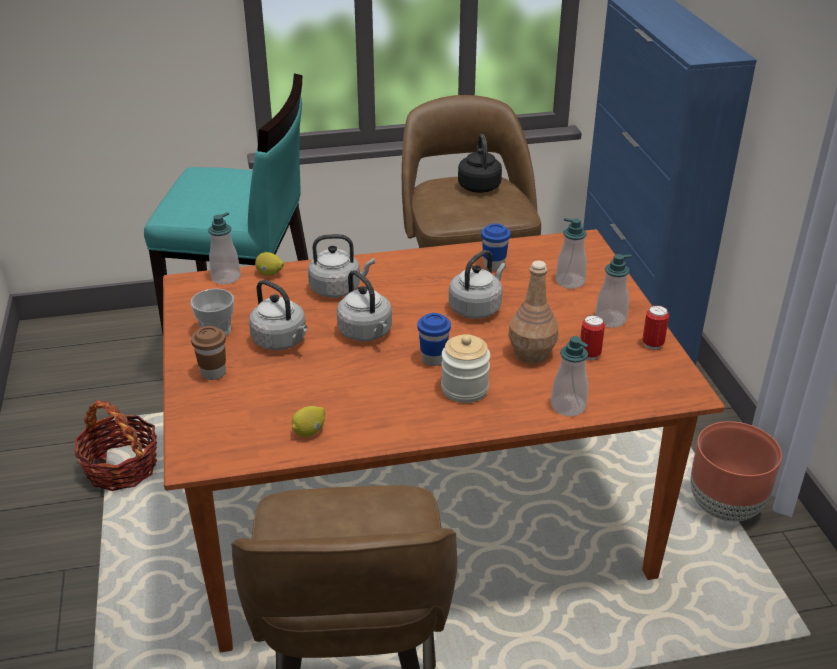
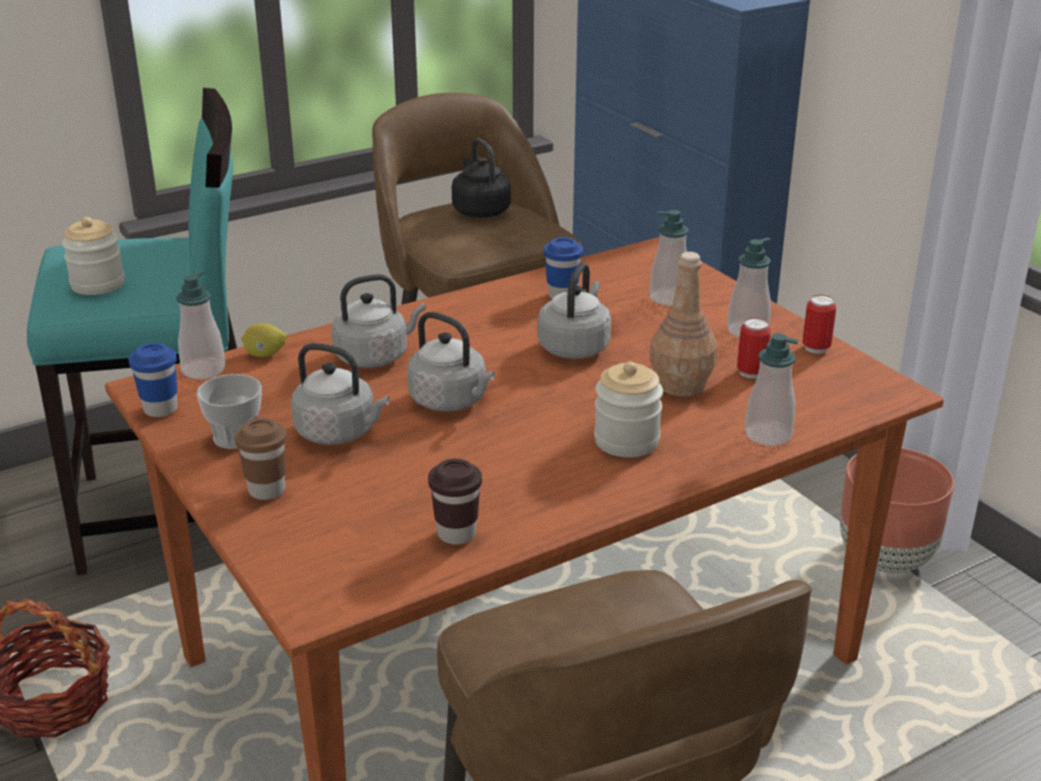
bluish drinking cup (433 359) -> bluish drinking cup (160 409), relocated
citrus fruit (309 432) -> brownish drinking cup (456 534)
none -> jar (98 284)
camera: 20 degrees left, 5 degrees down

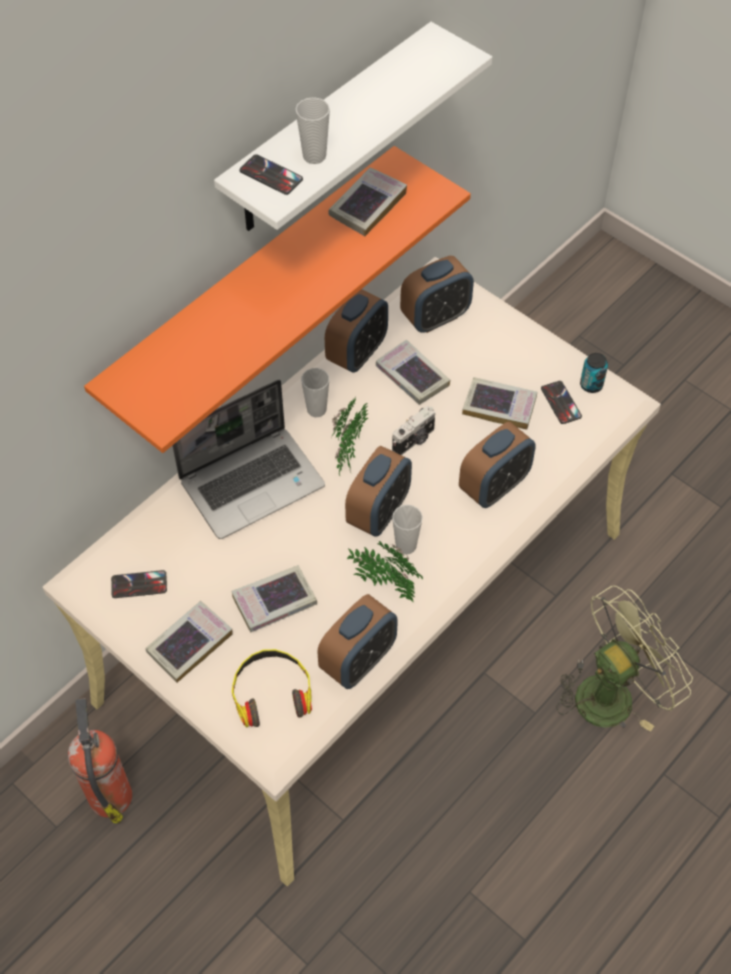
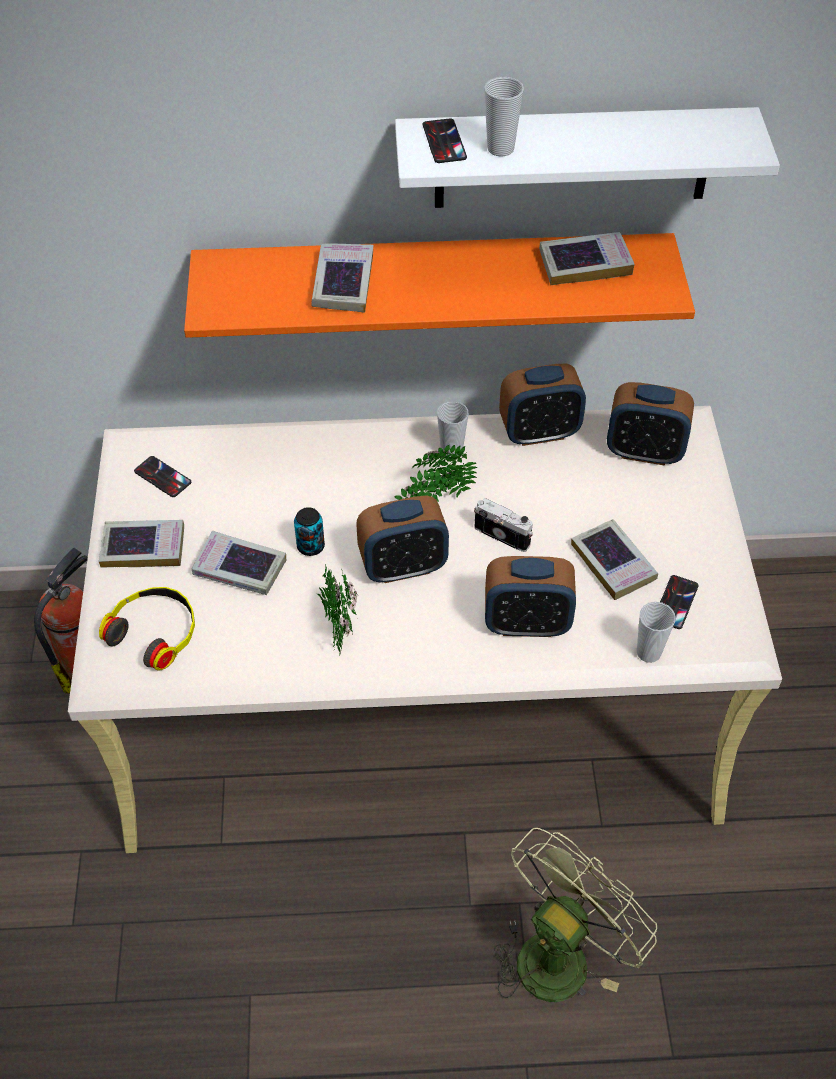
bound book (412 376) -> bound book (343 283), relocated
can (591 385) -> can (310 546), relocated
notebook computer (253 482) -> none
photo camera (414 440) -> photo camera (503 534), 150 degrees counterclockwise
drinking cup (406 546) -> drinking cup (648 652), relocated
green-coloured fan (613 692) -> green-coloured fan (560 952), 60 degrees counterclockwise
bedside clock (358 660) -> none
camera: 45 degrees right, 5 degrees down

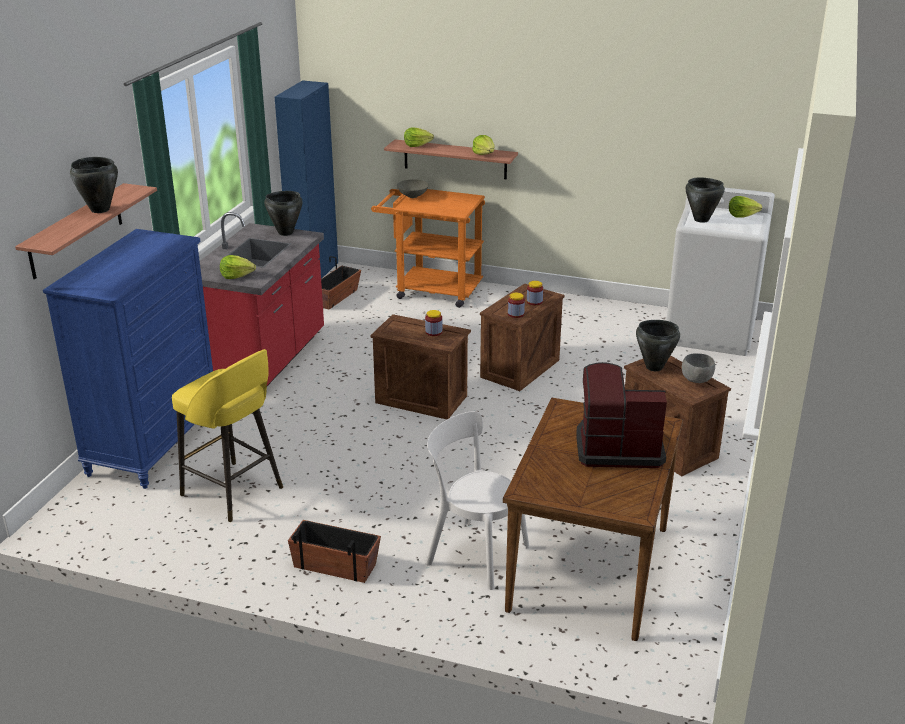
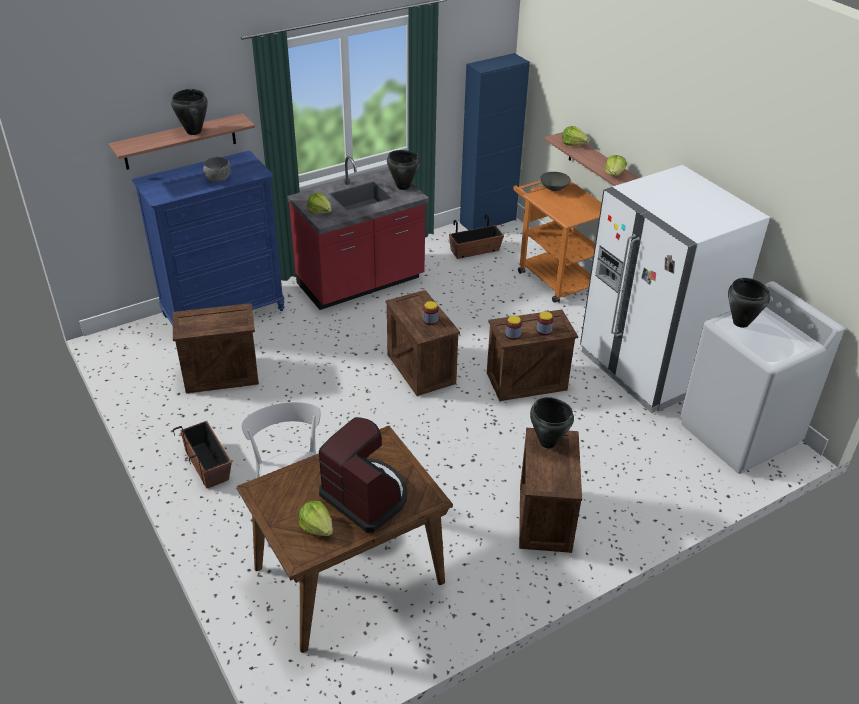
lettuce (742 215) -> lettuce (317 527), relocated
yellow sitting stool (234 493) -> crate (221 375)
grey deep dish (697 379) -> grey deep dish (219 179), relocated
none -> whitish kitchen fridge (649 367)
camera: 40 degrees right, 10 degrees up

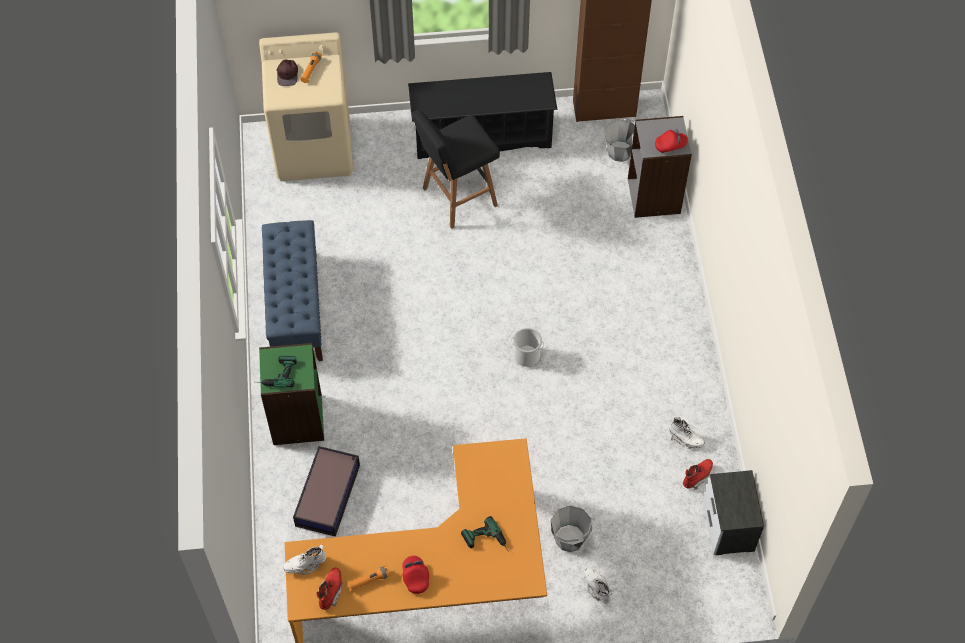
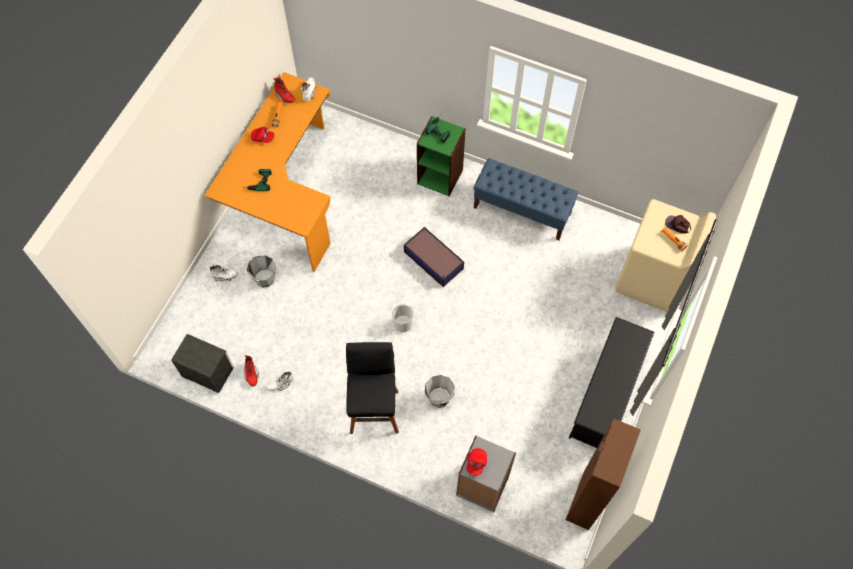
black sitting stool (457 198) -> black sitting stool (374 409), relocated
grey water bucket (620 151) -> grey water bucket (439 398), relocated
storage bin (328 494) -> storage bin (434 261), relocated
camera: 120 degrees right, 5 degrees up

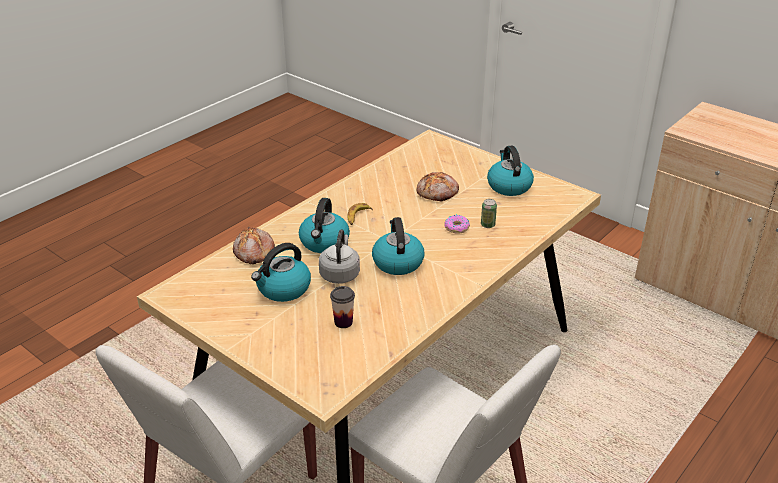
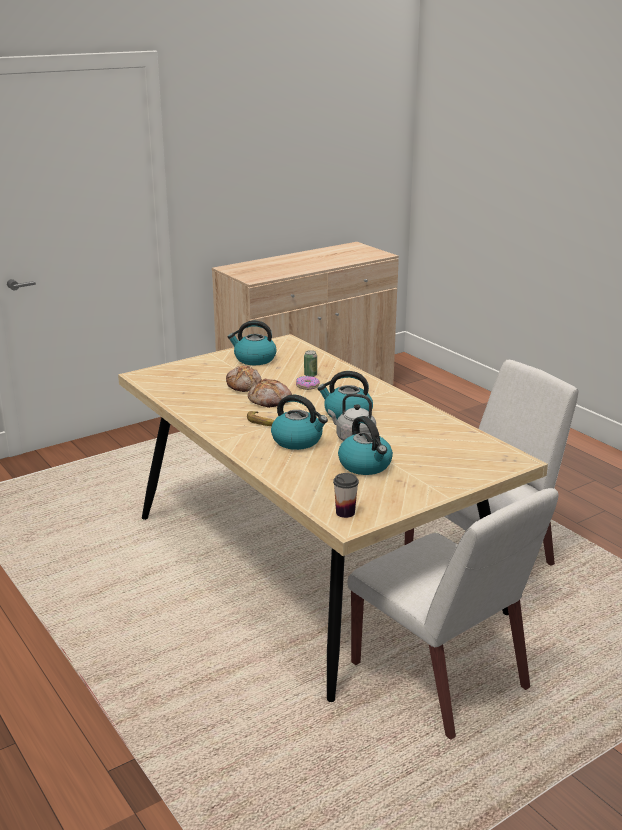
bread (253 252) -> bread (270 401), relocated
drinking cup (343 322) -> drinking cup (345 512), relocated
camera: 75 degrees left, 10 degrees down

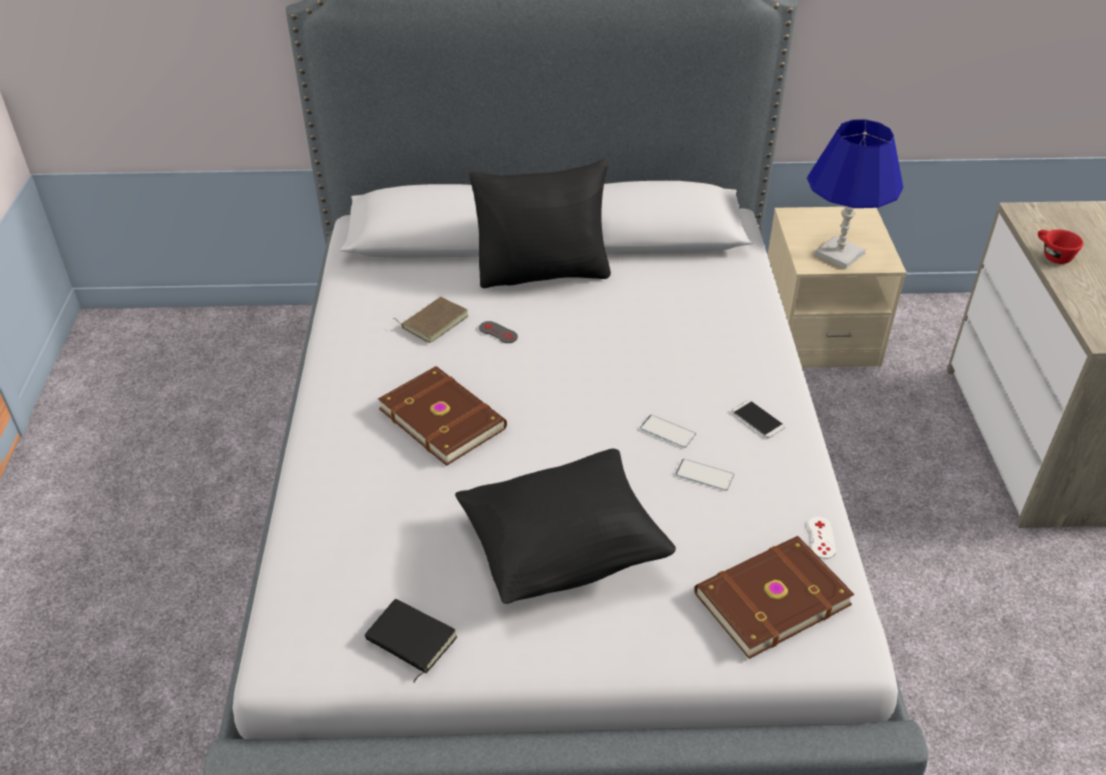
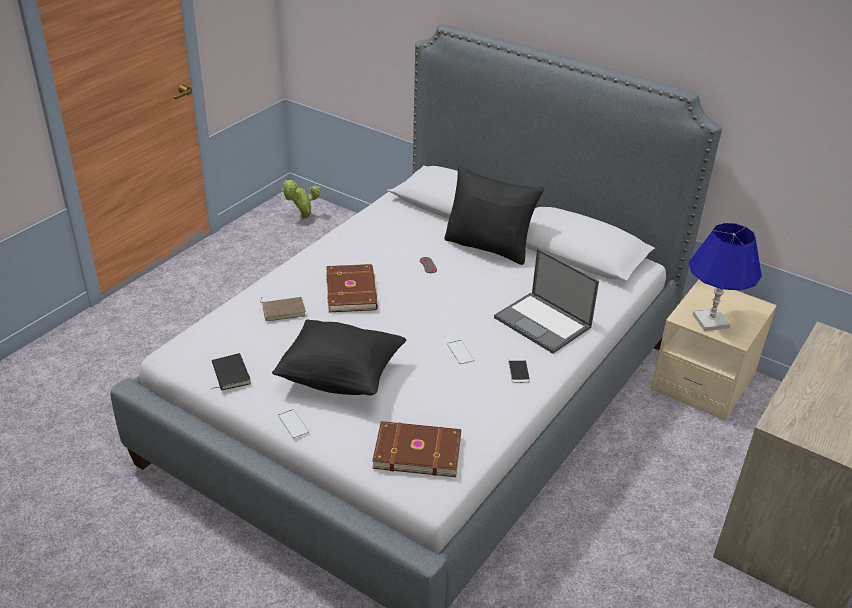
red drinking cup (1052 255) -> none
brownish bound book (434 321) -> brownish bound book (283 310), relocated
phone (704 475) -> phone (293 424), relocated
whitish gamepad (821 538) -> none
none -> houseplant (302 218)
none -> notebook computer (543 323)
camera: 35 degrees right, 5 degrees down

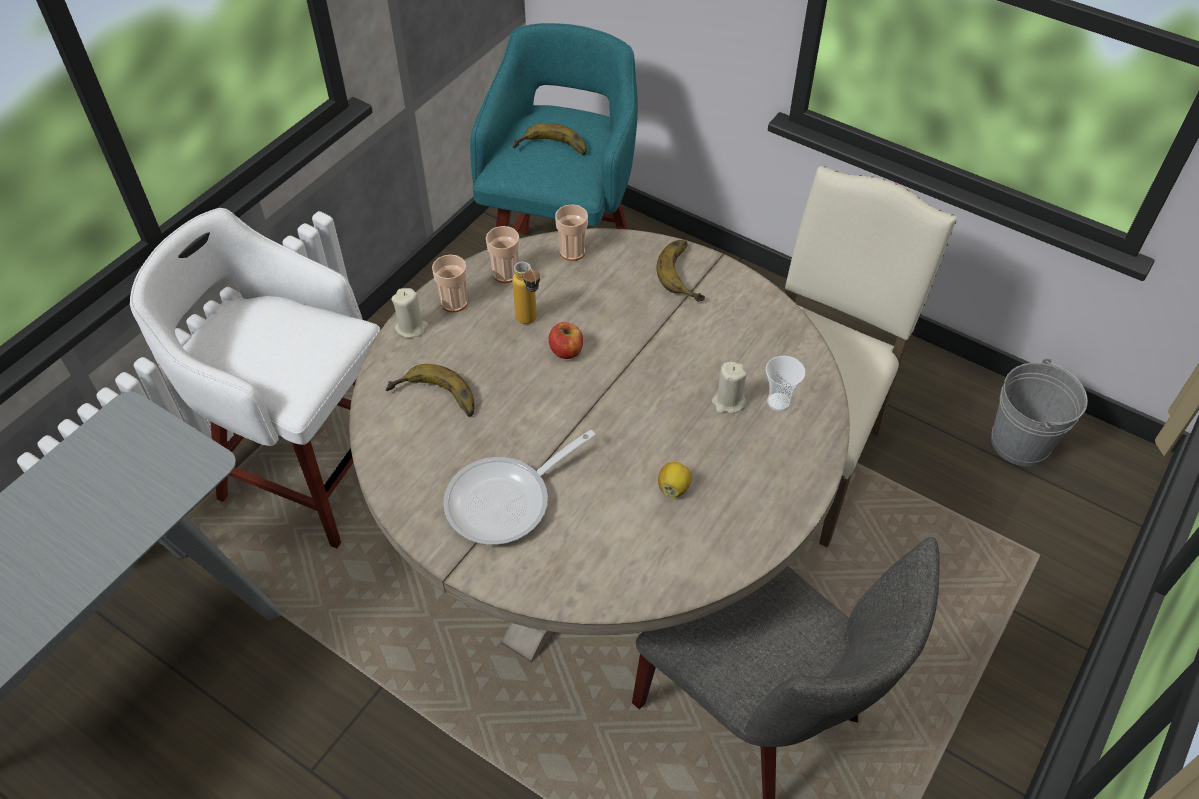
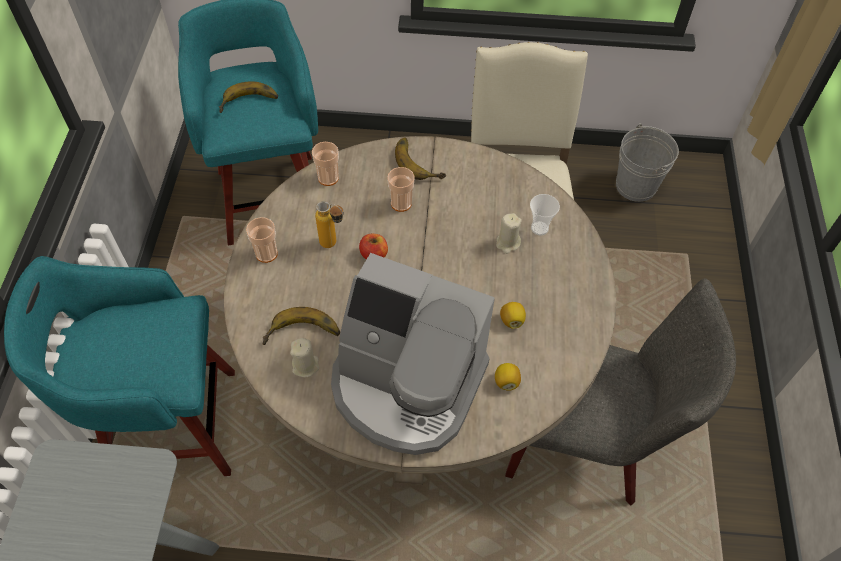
whitish sitting stool (309 468) -> blue-green sitting stool (168 425)
drinking cup (505 273) -> drinking cup (401 203), relocated
beige candle (411 327) -> beige candle (305 366), relocated
frying pan (506 501) -> coffee brewer (406 385)
none -> citrus fruit (506 382)
camera: 30 degrees left, 5 degrees up

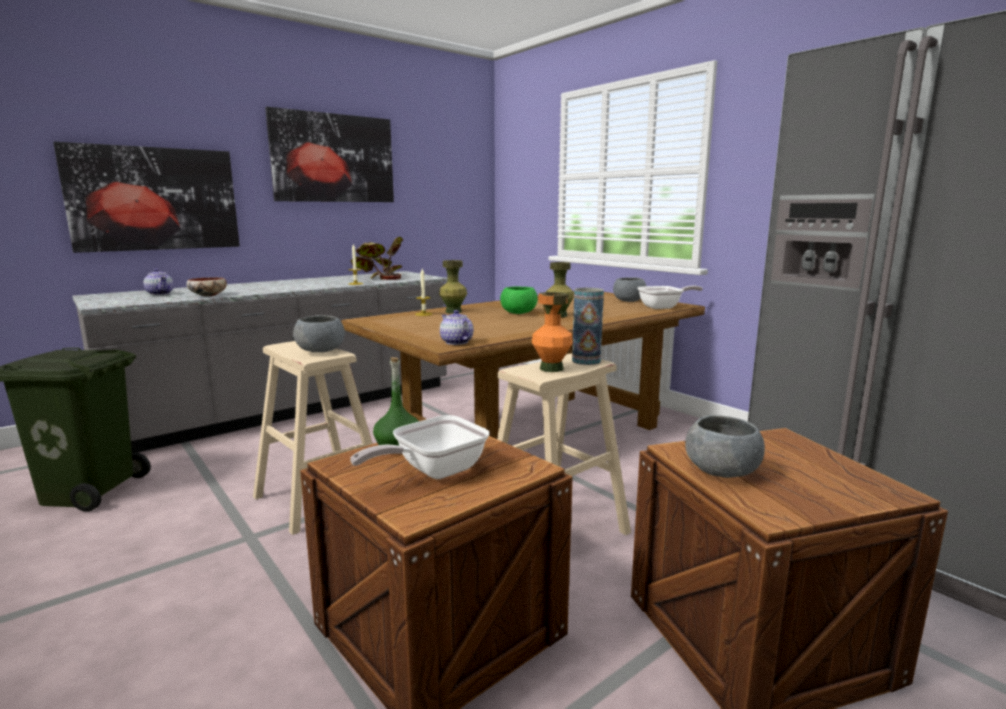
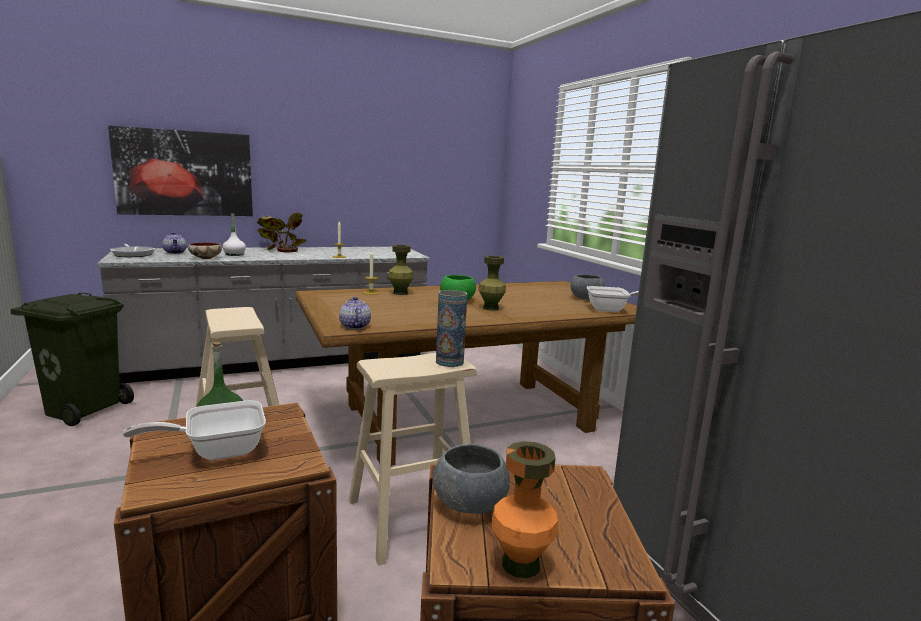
picture (333 158) -> none
houseplant (379 277) -> houseplant (280 249), relocated
orange vase (551 369) -> orange vase (521 564), relocated
grey deep dish (320 351) -> none
none -> whitish bottle (234 254)
none -> frying pan (132 254)
camera: 15 degrees right, 0 degrees up

